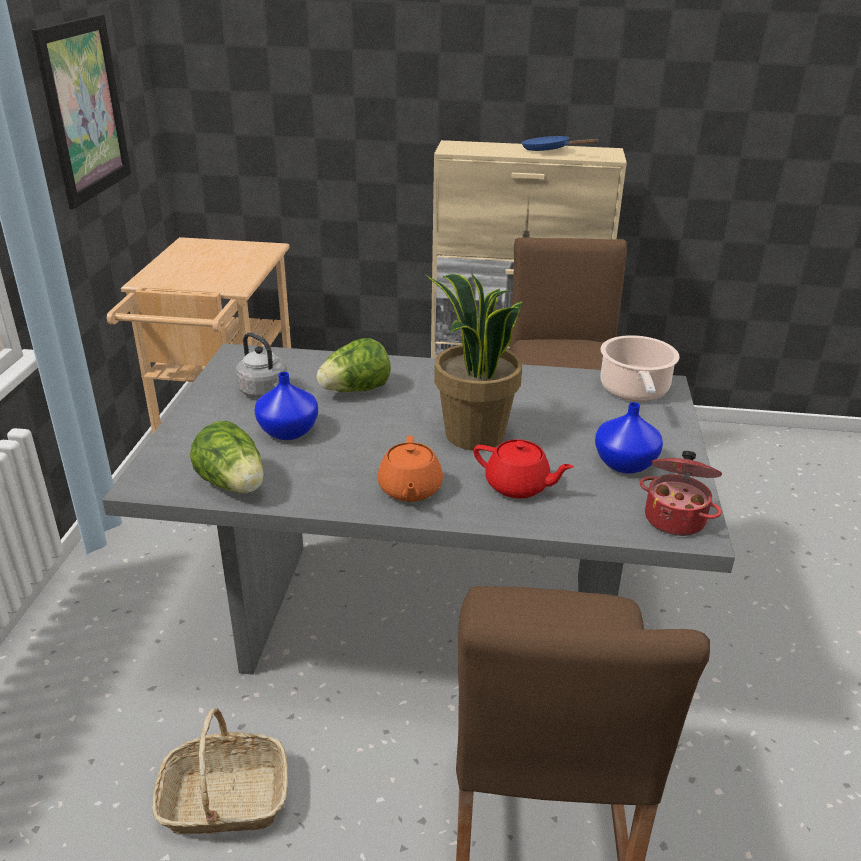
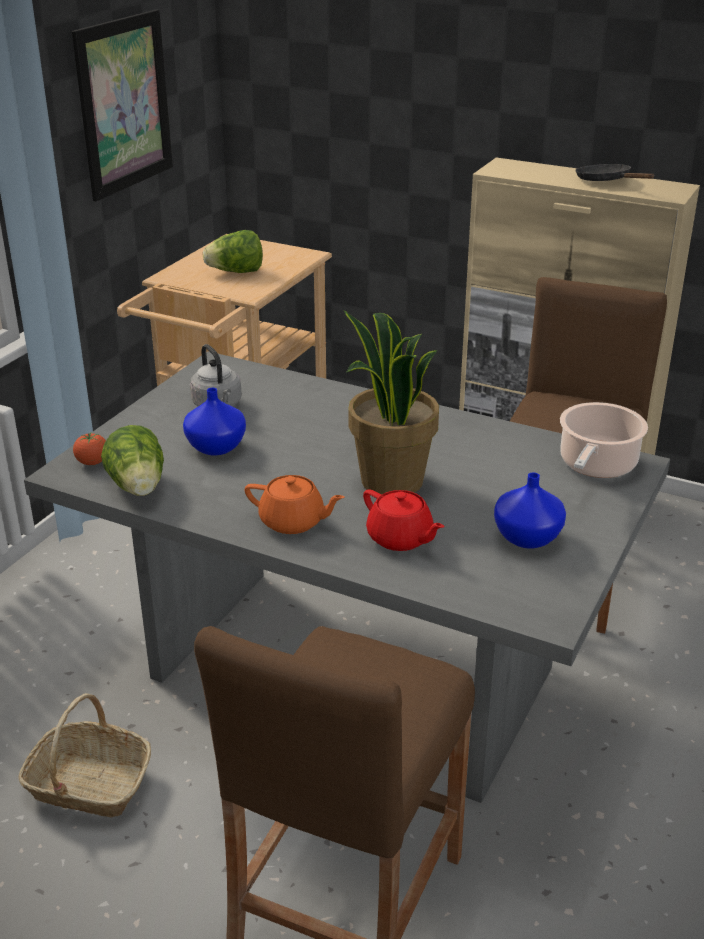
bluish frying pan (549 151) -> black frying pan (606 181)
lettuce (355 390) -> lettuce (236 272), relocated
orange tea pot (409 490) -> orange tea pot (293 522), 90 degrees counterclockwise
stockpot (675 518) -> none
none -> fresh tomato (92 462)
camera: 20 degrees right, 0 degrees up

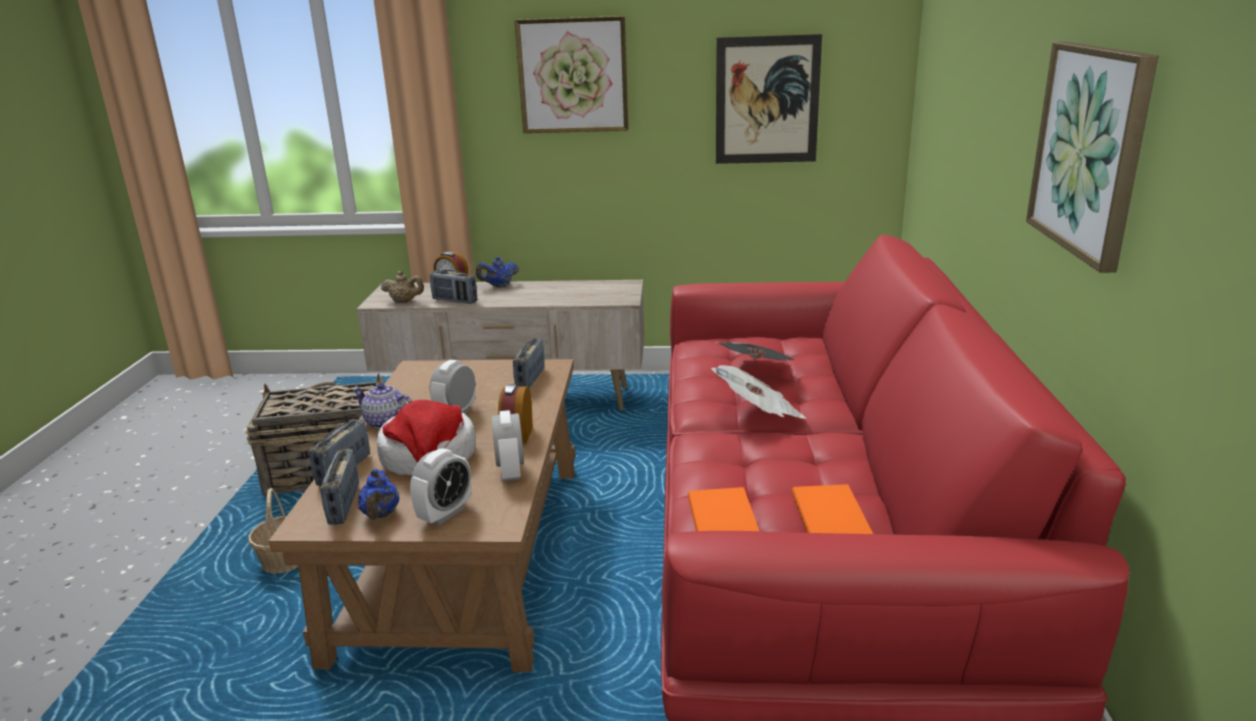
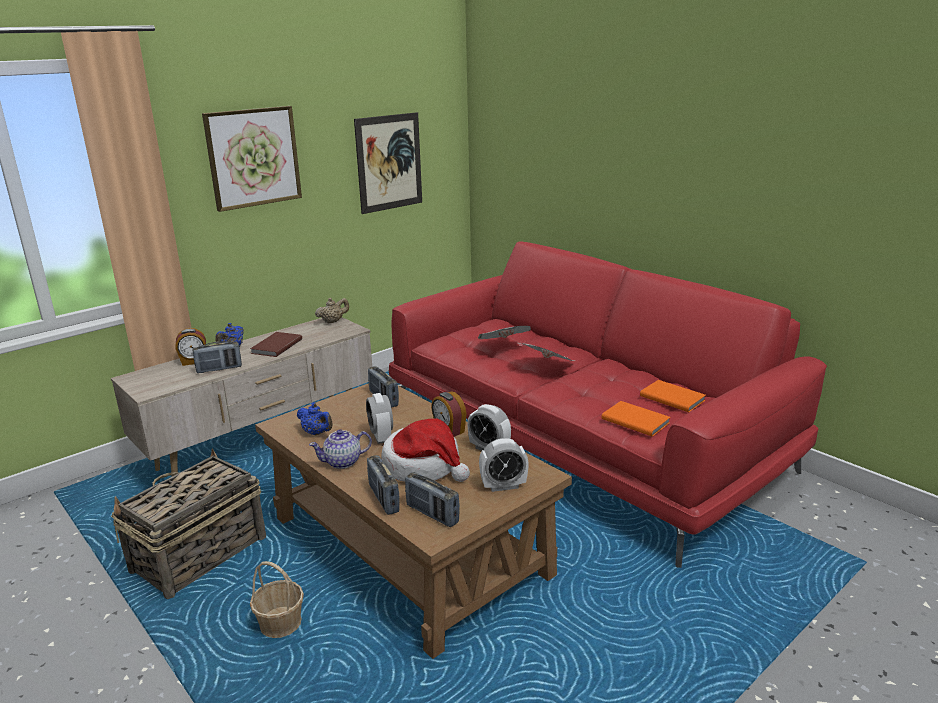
picture (1090 150) -> none
beige tea pot (404 301) -> beige tea pot (333 321), relocated
bedside clock (445 514) -> bedside clock (503 486), 90 degrees clockwise
bluish tea pot (380 515) -> bluish tea pot (317 433), relocated
none -> brownish bound book (275 346)
camera: 45 degrees left, 0 degrees up

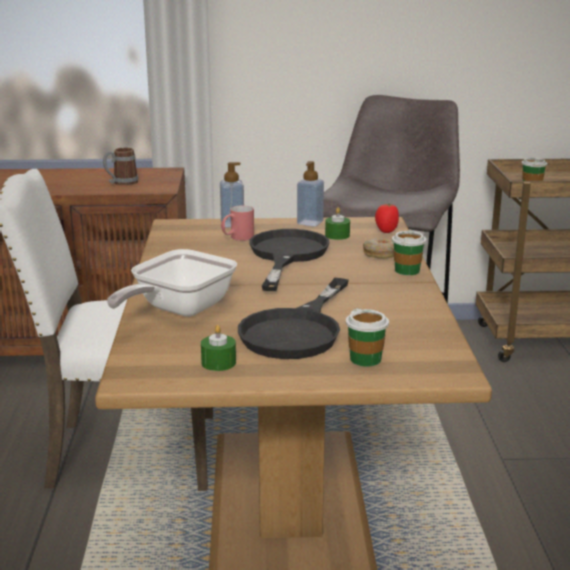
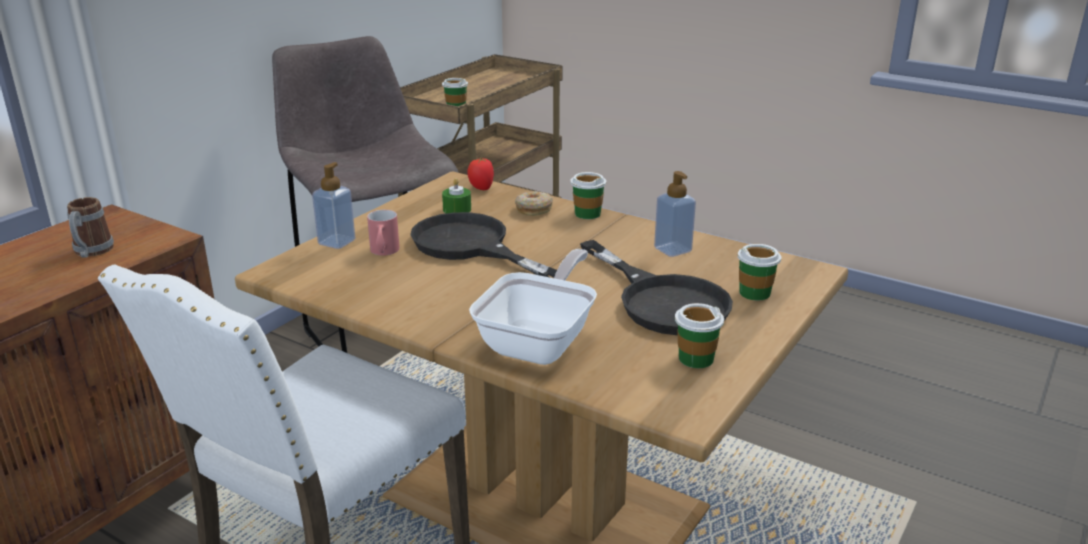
soap dispenser (310 223) -> soap dispenser (672 250), relocated
frying pan (178 310) -> frying pan (541 341), 135 degrees counterclockwise
green-coloured candle (218 362) -> drinking cup (695 359)
camera: 55 degrees left, 5 degrees up

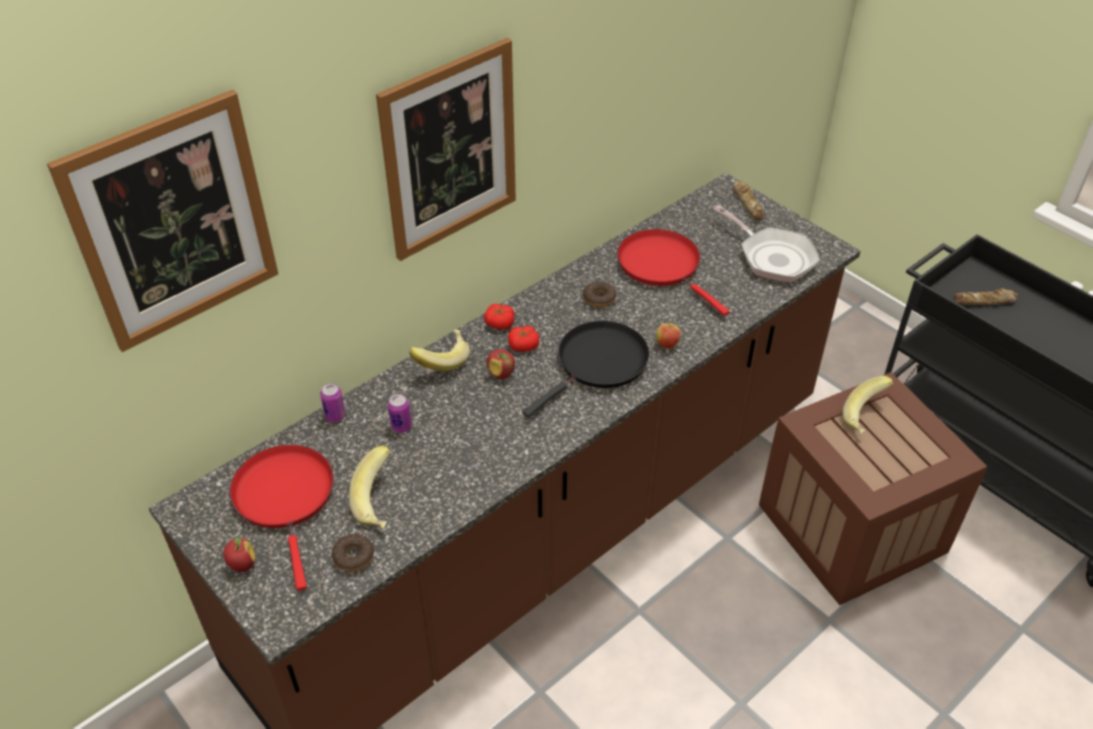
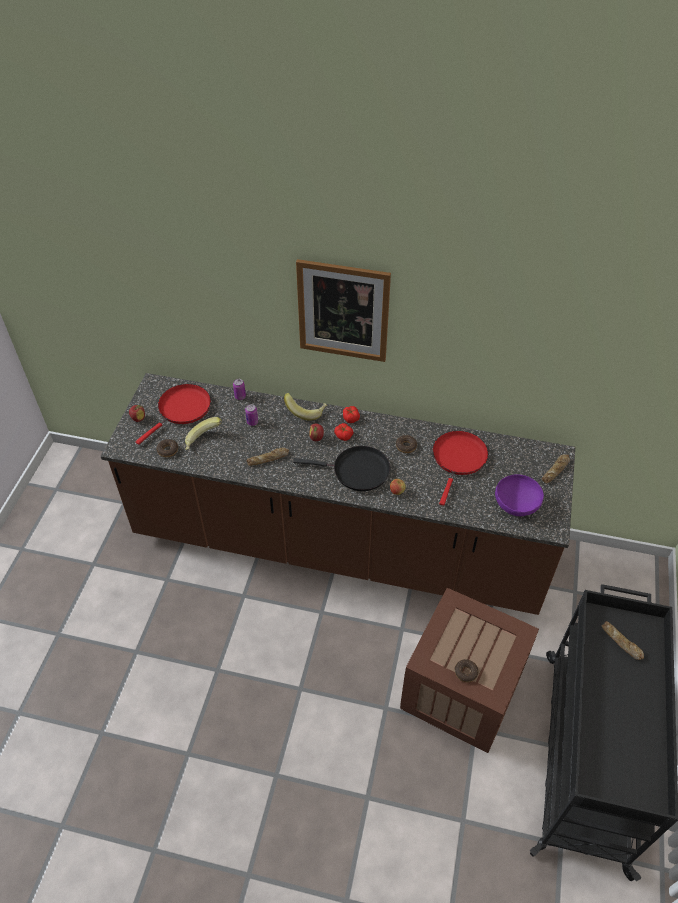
picture (173 223) -> none
frying pan (772 257) -> purple deep dish (517 504)
banana (866 417) -> none
none -> bread (268 459)
none -> donut (465 672)
camera: 55 degrees right, 5 degrees up

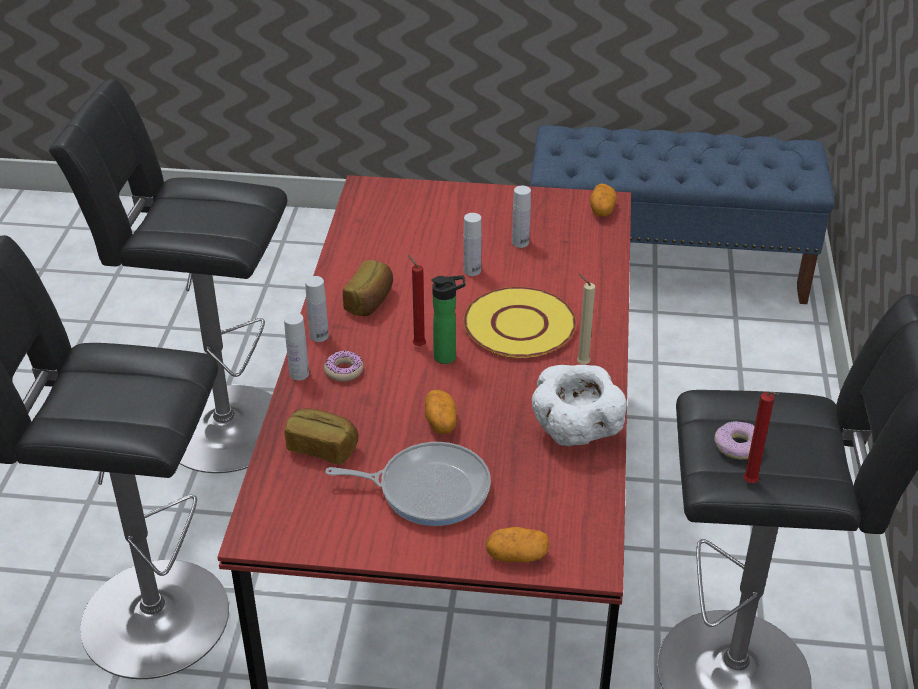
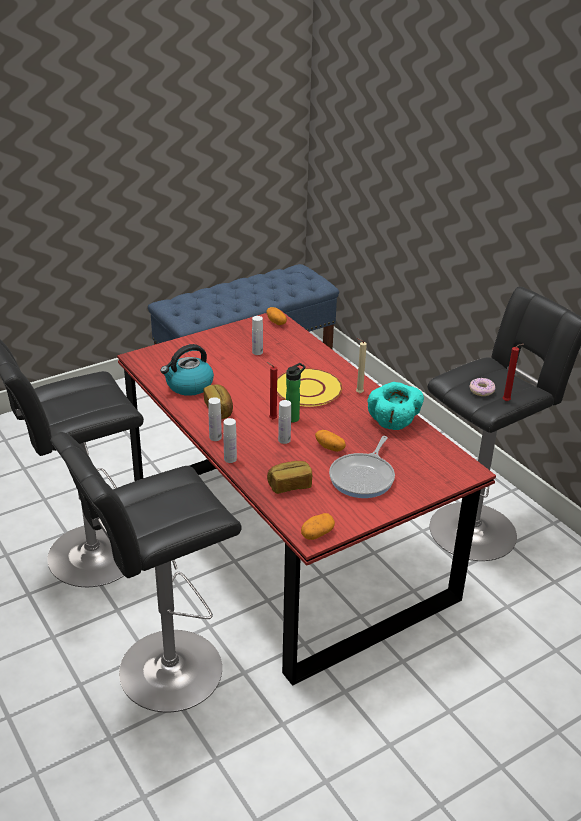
whitish bottle (472 270) -> whitish bottle (284 440), relocated
donut (344 371) -> none
whitish deep dish (575 431) -> blue-green deep dish (394 422)
frying pan (428 489) -> frying pan (363 477), 150 degrees clockwise
whole potato (517 556) -> whole potato (317 534), relocated
none -> kettle (189 386)
camera: 40 degrees left, 5 degrees down

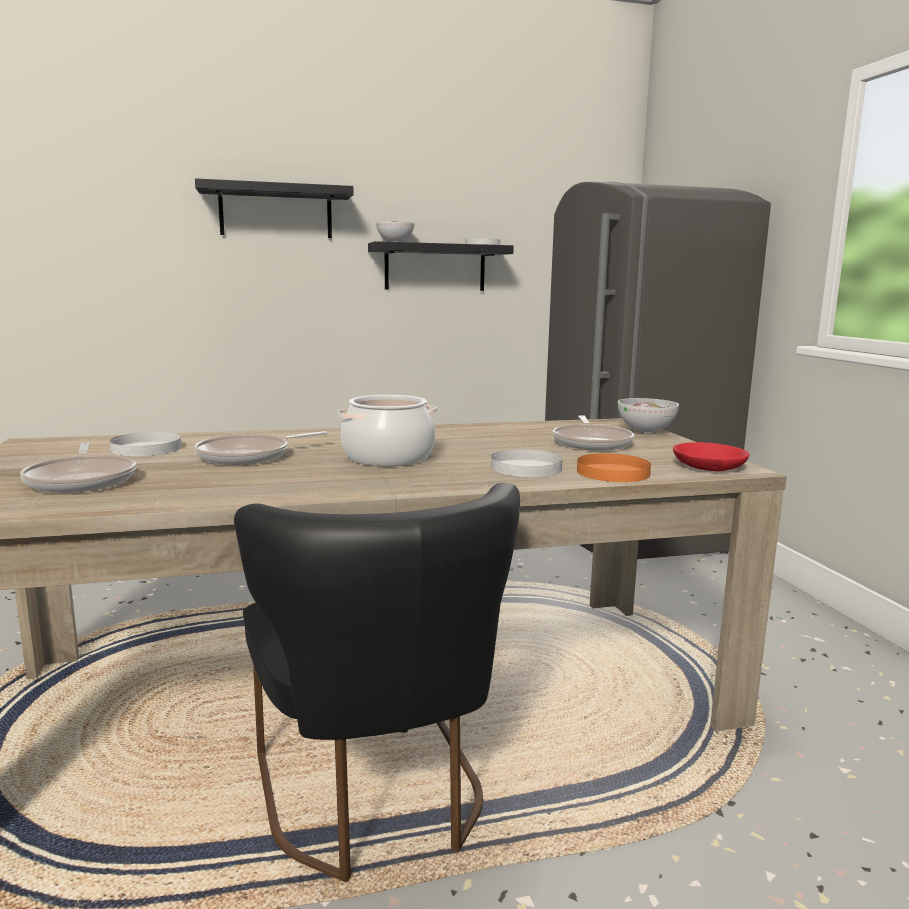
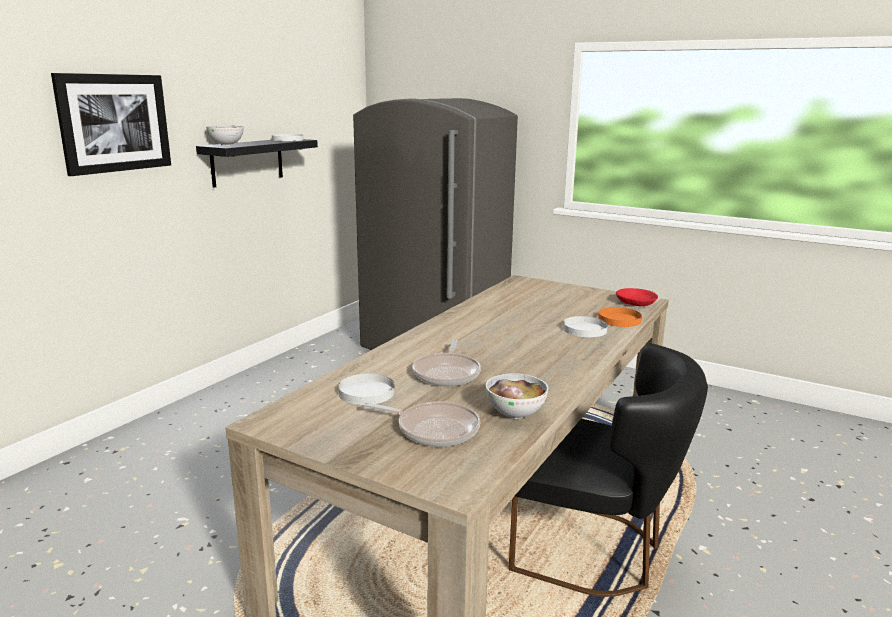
black shelf (276 212) -> picture (114 123)
stockpot (388 457) -> none
deep dish (646 431) -> deep dish (515 414), relocated
frying pan (592 442) -> none
camera: 45 degrees left, 5 degrees up

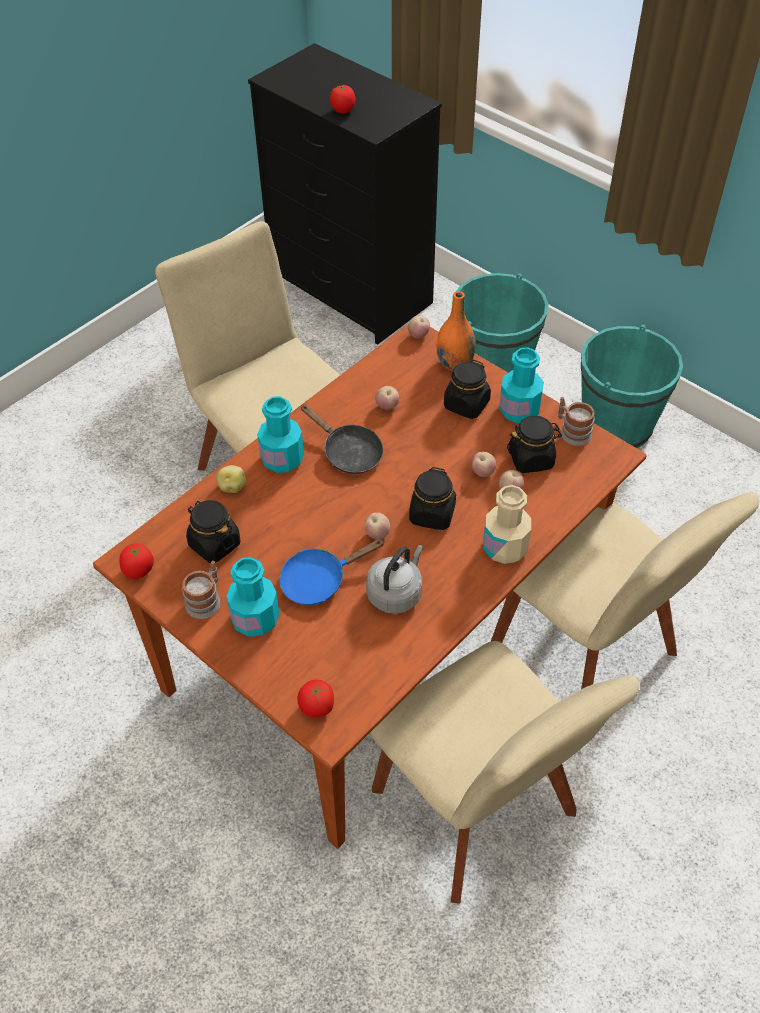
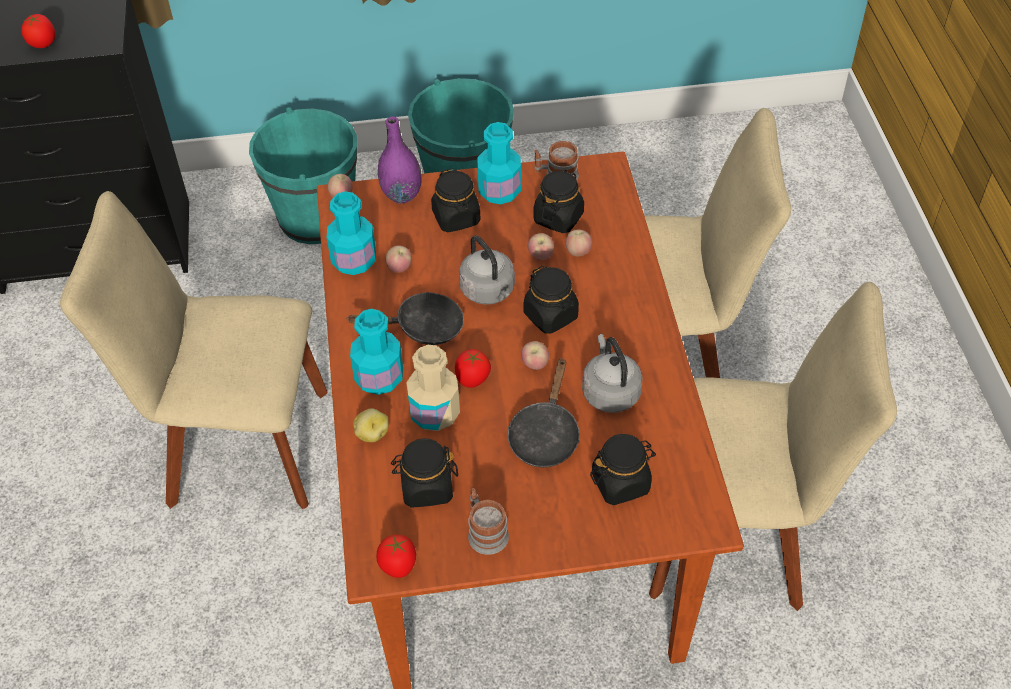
orange vase (454 363) -> purple vase (401 195)
beige bottle (505 548) -> beige bottle (435 413), relocated
bluish frying pan (319 580) -> black frying pan (545 435)
blue-green bottle (255 619) -> blue-green bottle (354 260), relocated
fresh tomato (316 707) -> fresh tomato (472 379), relocated
none -> grey kettle (489 292)
none -> black jar (621 483)
camera: 50 degrees left, 0 degrees up

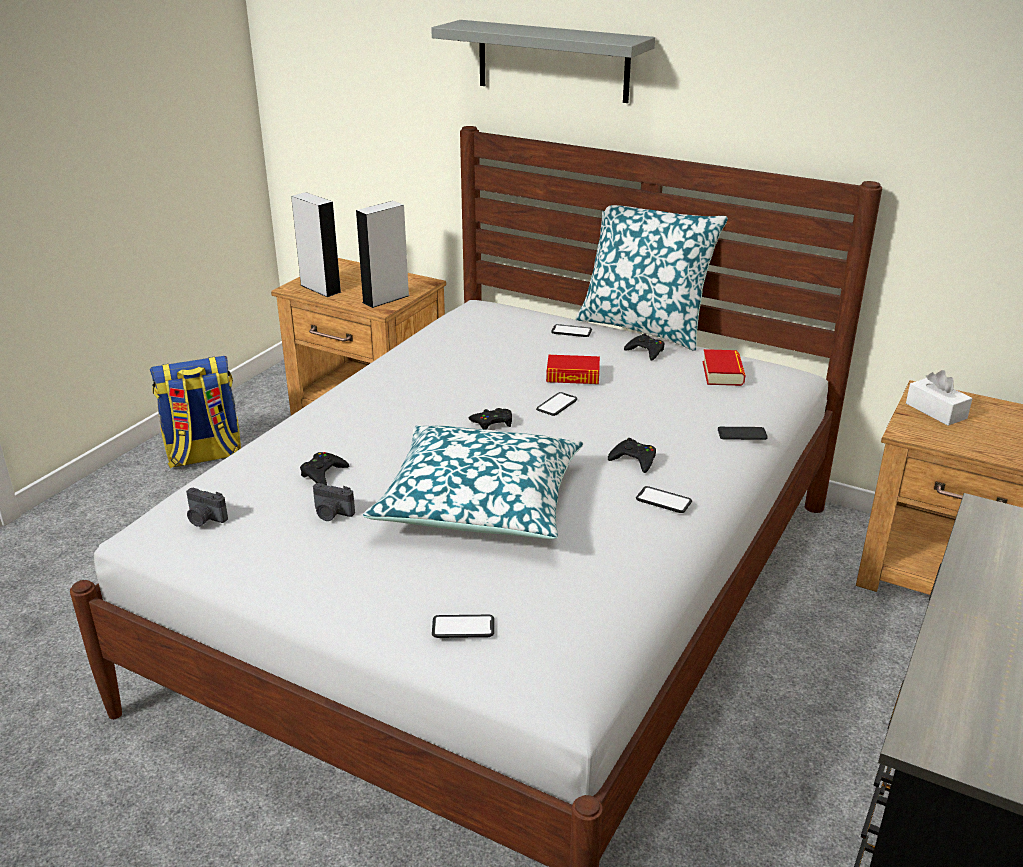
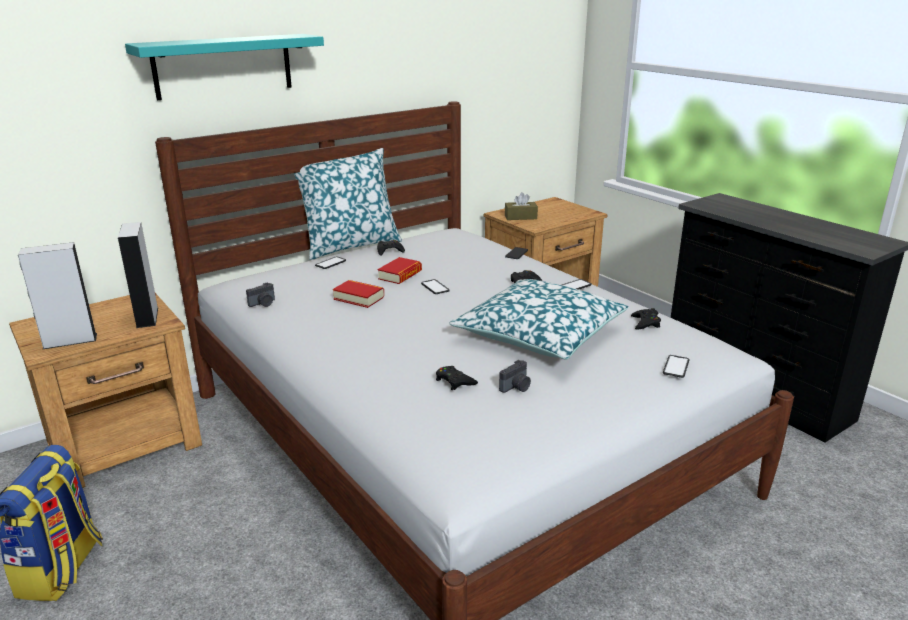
grey shelf (552 61) -> blue-green shelf (223 66)
bound book (722 373) -> bound book (359 298), relocated
whitish tissue box (936 411) -> brownish tissue box (520 217)
black gamepad (492 423) -> black gamepad (645 323), relocated
photo camera (204 519) -> photo camera (263 304), relocated
camera: 65 degrees left, 5 degrees down

